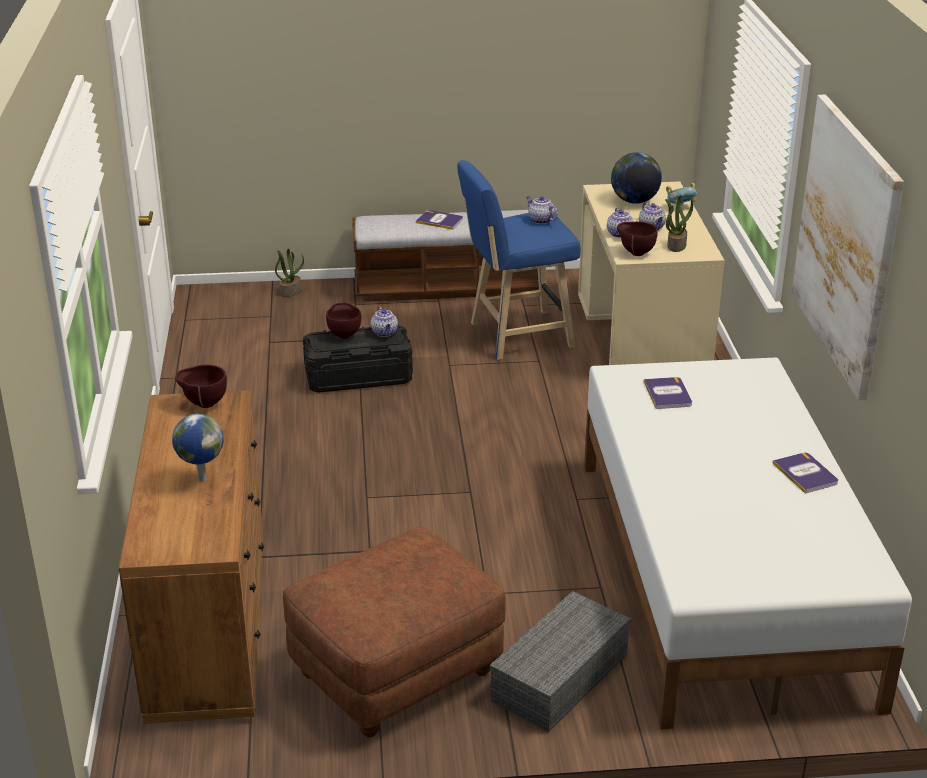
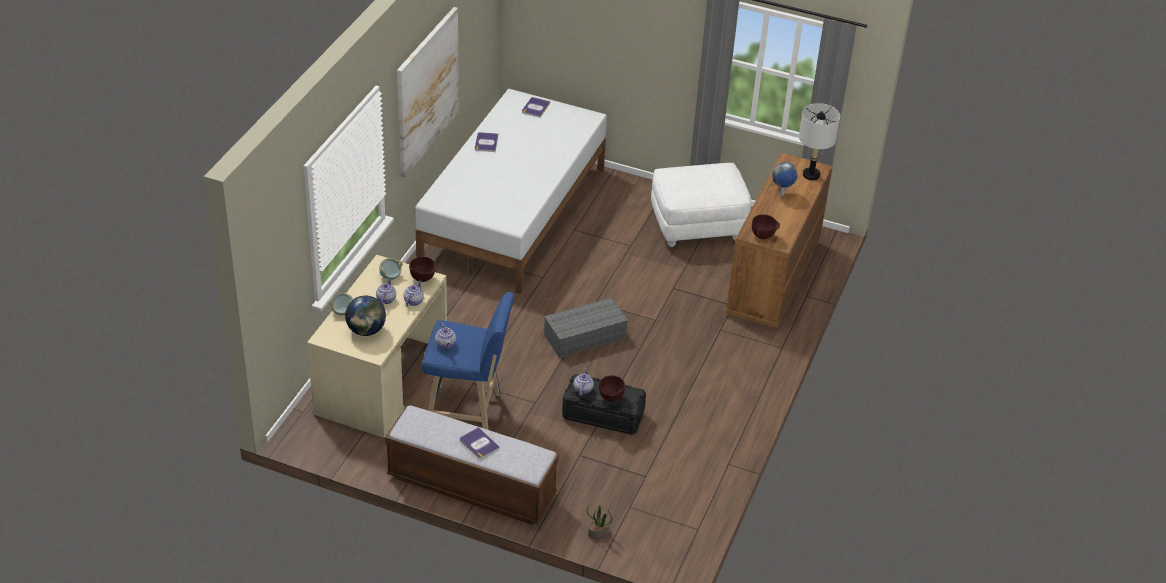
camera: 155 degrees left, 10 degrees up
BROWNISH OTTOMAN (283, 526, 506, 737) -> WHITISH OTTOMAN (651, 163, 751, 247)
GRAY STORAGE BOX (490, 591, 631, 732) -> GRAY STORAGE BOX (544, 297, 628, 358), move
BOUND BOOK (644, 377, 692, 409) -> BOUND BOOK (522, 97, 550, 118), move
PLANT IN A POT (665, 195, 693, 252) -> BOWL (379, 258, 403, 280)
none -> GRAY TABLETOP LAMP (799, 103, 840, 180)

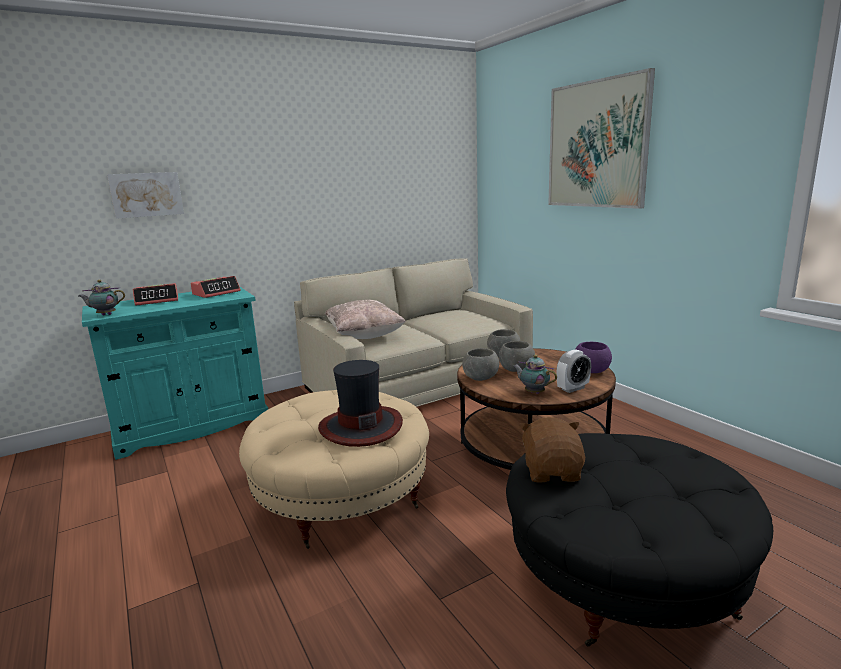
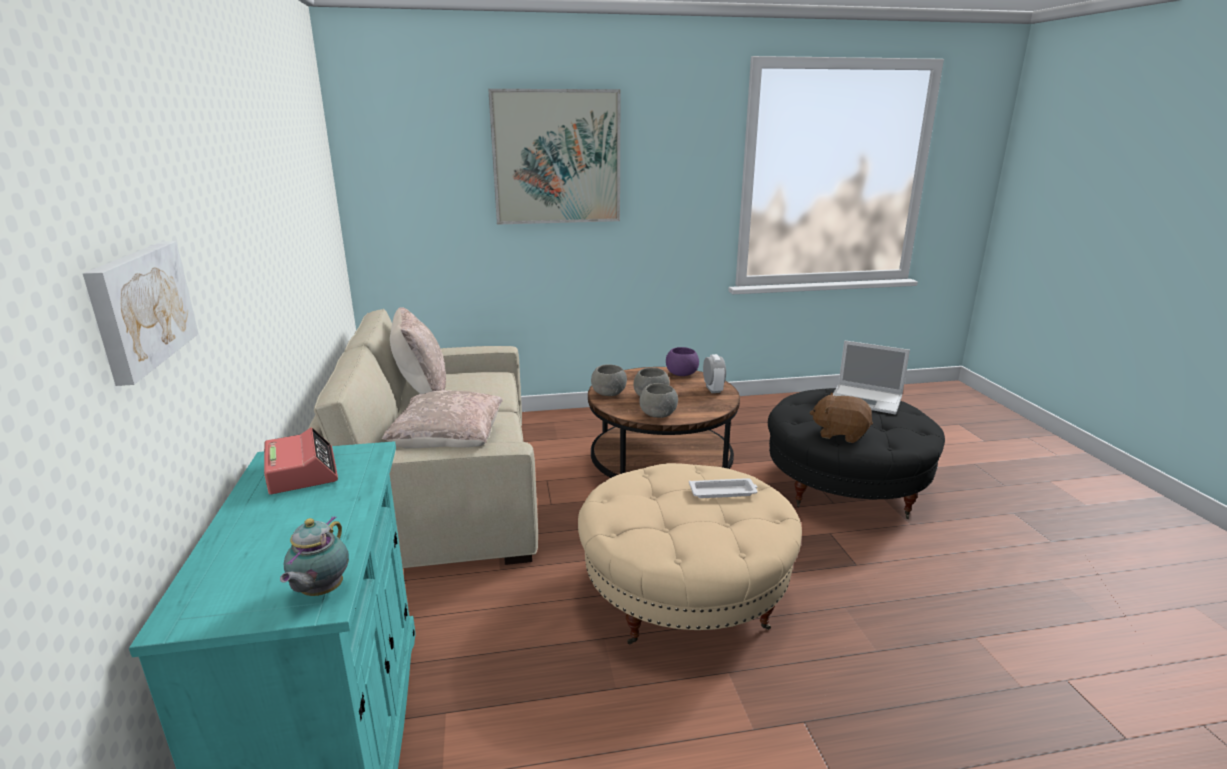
camera: 70 degrees left, 5 degrees up
TABLE CLOCK (133, 283, 178, 306) -> none
WEARABLE HAT (318, 360, 403, 447) -> WHITISH TRAY (689, 478, 757, 498)
POT FOR TEA (513, 355, 557, 394) -> none
none -> BEIGE THROW PILLOW (390, 307, 446, 394)
none -> PORTABLE COMPUTER (833, 341, 910, 415)

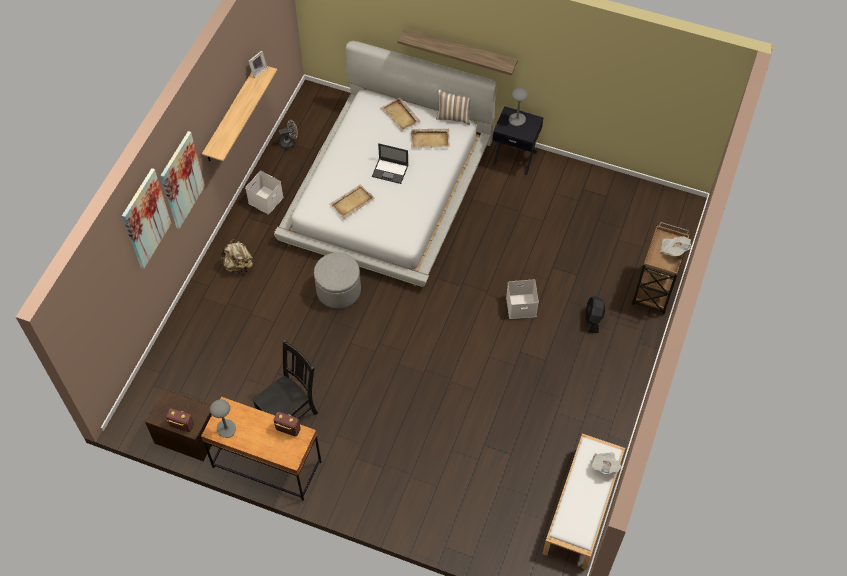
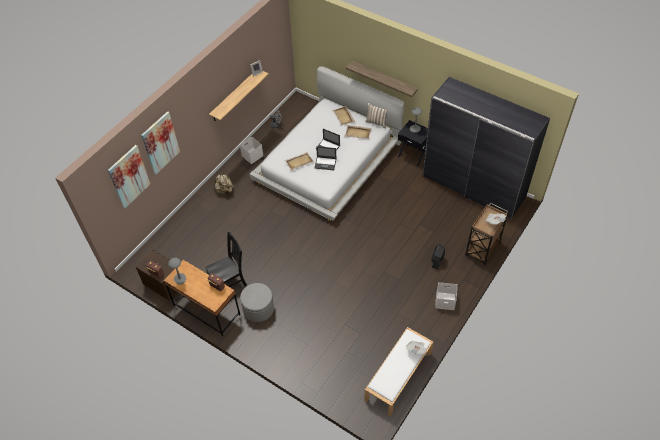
camera: 15 degrees right, 5 degrees down
WALL ART (161, 131, 205, 229) -> WALL ART (108, 145, 150, 208), move
GRAY OTTOMAN (314, 252, 361, 309) -> GRAY OTTOMAN (240, 283, 274, 322), move
WHITISH STORAGE BOX (506, 279, 539, 319) -> WHITISH STORAGE BOX (435, 282, 457, 310), move
none -> PORTABLE COMPUTER (315, 146, 337, 170)
none -> GRAY ARMOIRE (422, 77, 550, 219)

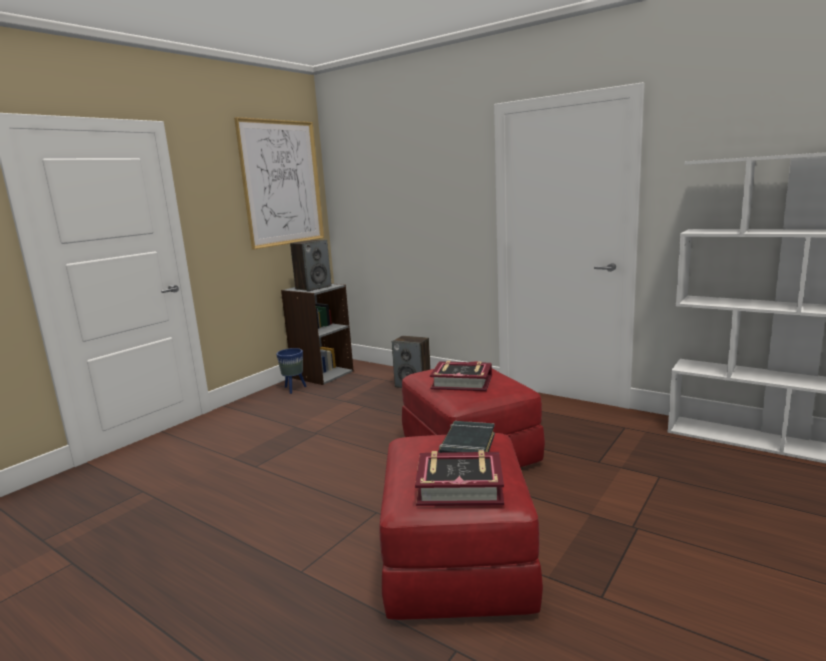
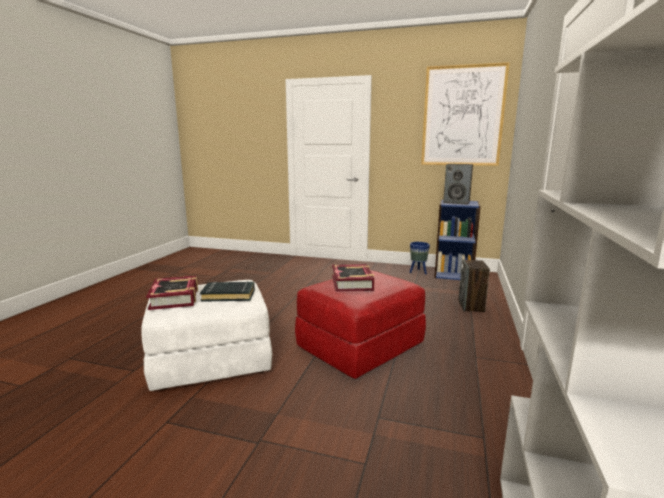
camera: 70 degrees right, 0 degrees up
GRAY BOOKCASE (281, 283, 354, 385) -> BLUISH BOOKCASE (435, 200, 481, 280)
REDDISH OTTOMAN (380, 433, 543, 620) -> WHITISH OTTOMAN (141, 280, 272, 391)

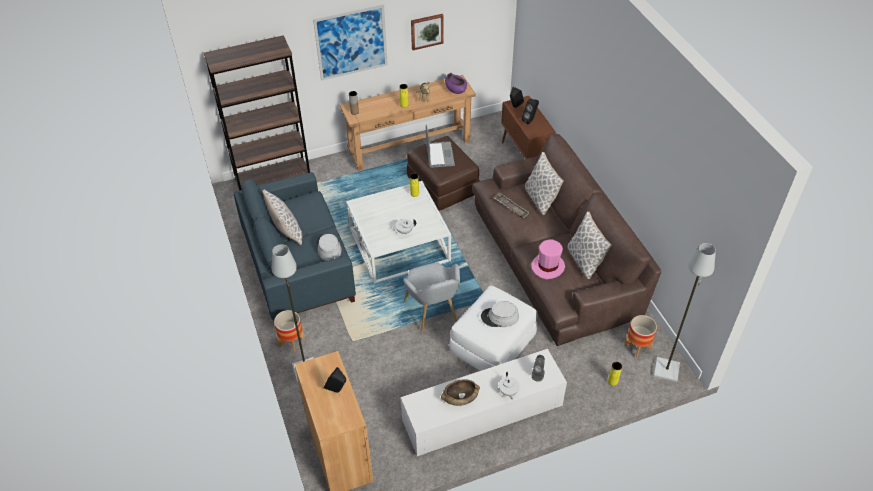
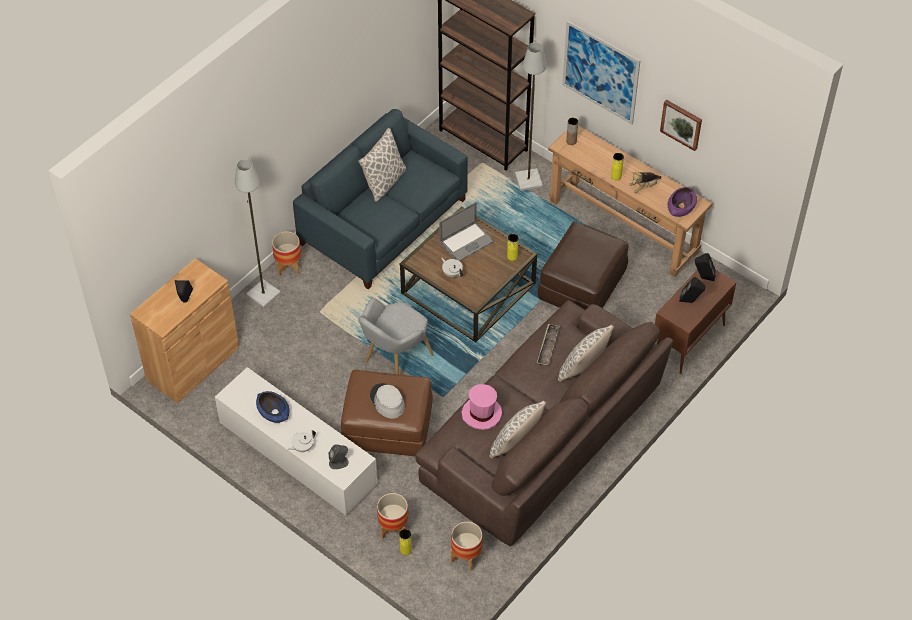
camera: 60 degrees right, 5 degrees up
GRAY WEARABLE HAT (317, 234, 342, 261) -> none
WHITISH LOUNGE TABLE (346, 181, 451, 284) -> BROWNISH LOUNGE TABLE (400, 207, 537, 342)
PORTABLE COMPUTER (426, 125, 455, 168) -> PORTABLE COMPUTER (439, 202, 494, 261), move
BROWNISH BOWL (441, 379, 480, 406) -> BLUISH BOWL (256, 391, 290, 423)
WHITISH OTTOMAN (449, 285, 537, 371) -> BROWNISH OTTOMAN (341, 370, 433, 456)
GRAY STANDING LAMP (654, 243, 716, 382) -> GRAY STANDING LAMP (515, 42, 546, 191), move
none -> PLANT POT (377, 493, 408, 539)

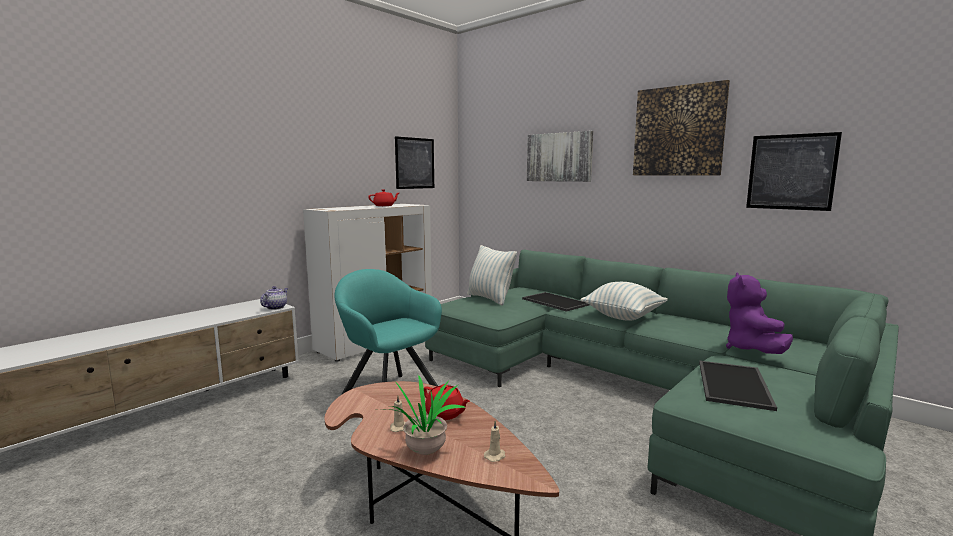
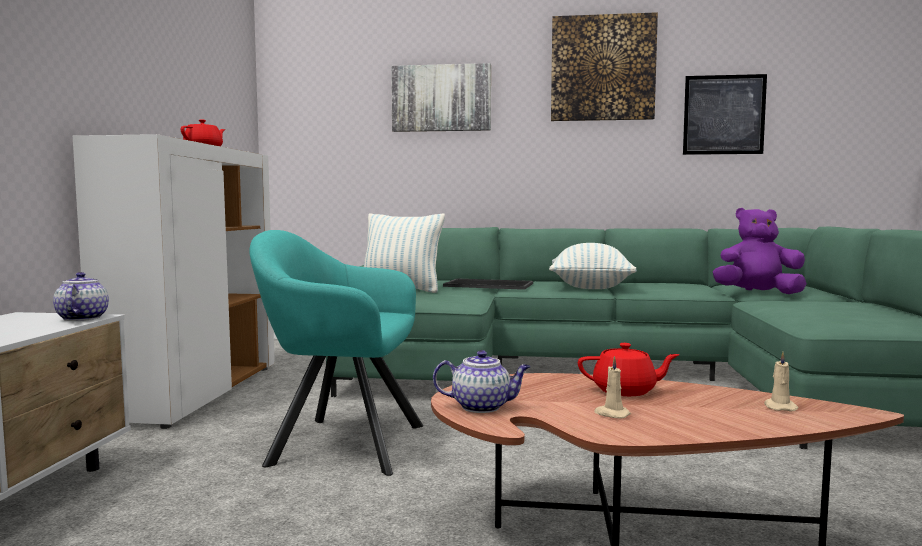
camera: 35 degrees left, 5 degrees down
PLANT IN A POT (387, 375, 465, 455) -> none
WALL ART (395, 136, 434, 189) -> none
TRAY (699, 361, 777, 411) -> none
PURPLE PLUSH TOY (726, 272, 793, 354) -> PURPLE PLUSH TOY (713, 208, 807, 294), 120 degrees clockwise
none -> POT FOR TEA (433, 350, 530, 413)

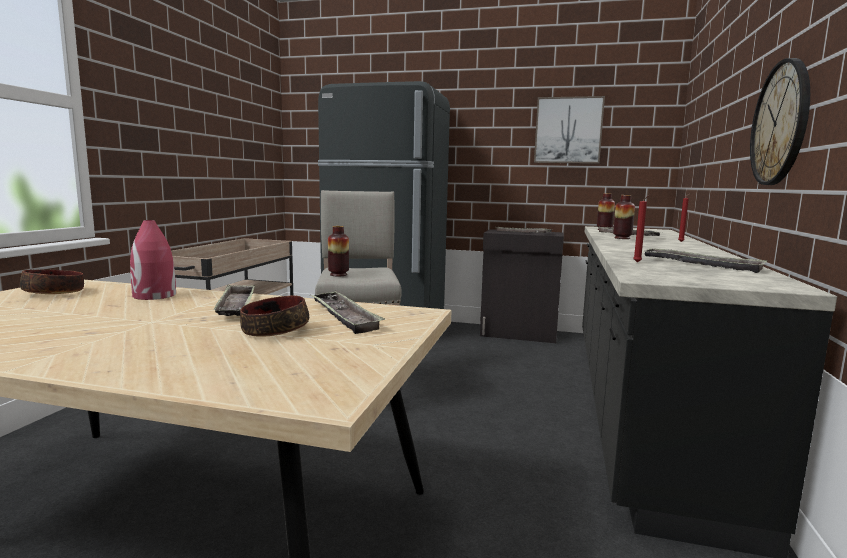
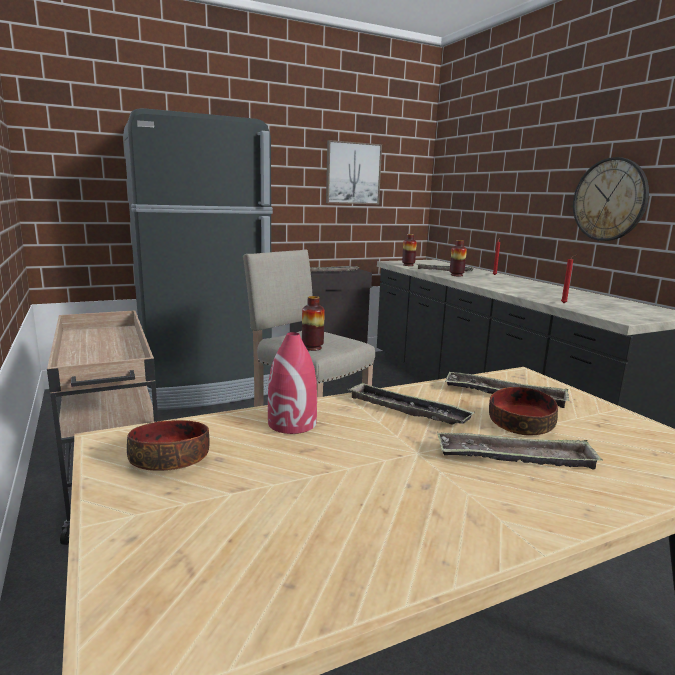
camera: 40 degrees left, 5 degrees up
TRAY (642, 248, 768, 273) -> TRAY (437, 433, 603, 469), move

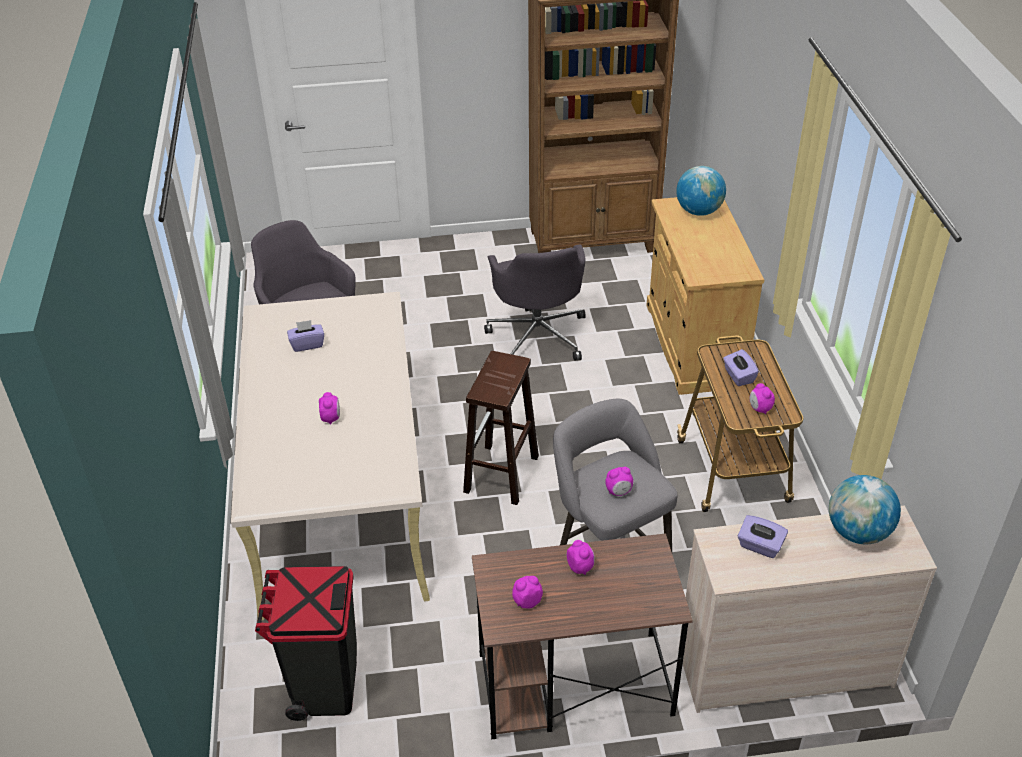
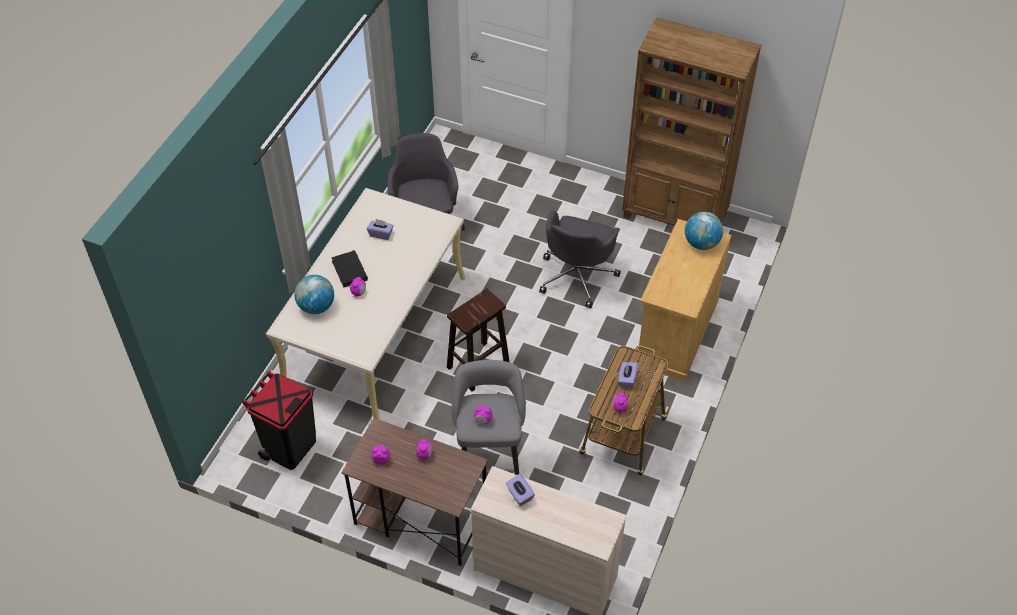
camera: 30 degrees right, 10 degrees up
WORLD GLOBE (829, 475, 901, 544) -> WORLD GLOBE (294, 275, 334, 314), move
none -> BLACK BOUND BOOK (331, 250, 368, 287)

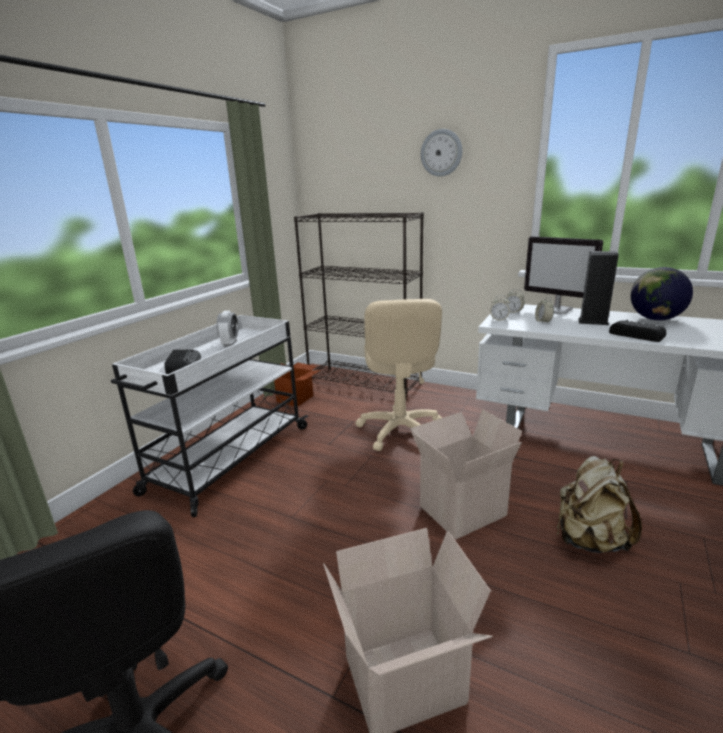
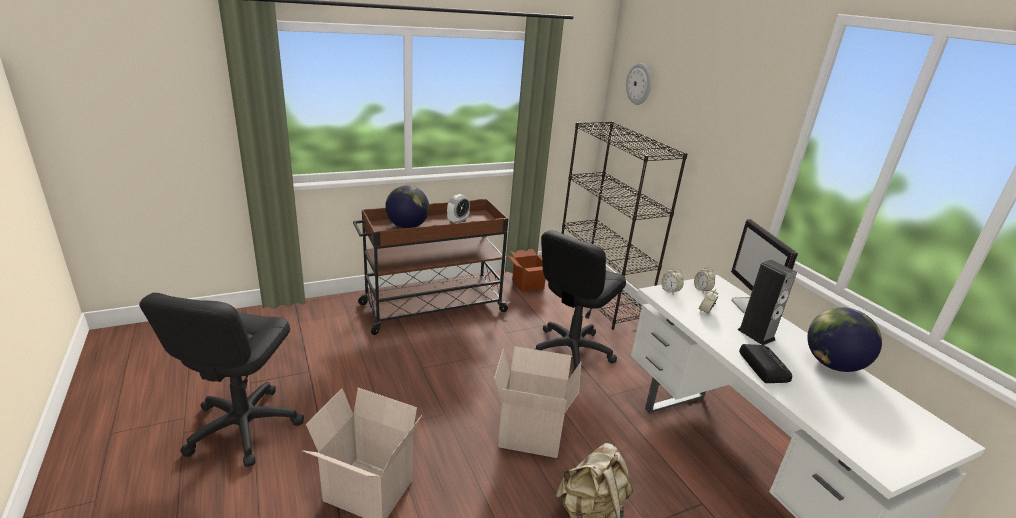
camera: 35 degrees right, 5 degrees up
WHITISH TROLLEY (111, 315, 308, 517) -> BROWNISH TROLLEY (353, 199, 510, 335)
RADIO SET (165, 350, 201, 374) -> WORLD GLOBE (385, 185, 429, 228)
BEIGE COMPUTER CHAIR (355, 299, 442, 451) -> BLACK COMPUTER CHAIR (535, 230, 626, 375)
CLOCK ON THE WALL (421, 129, 462, 177) -> CLOCK ON THE WALL (626, 63, 651, 105), move

